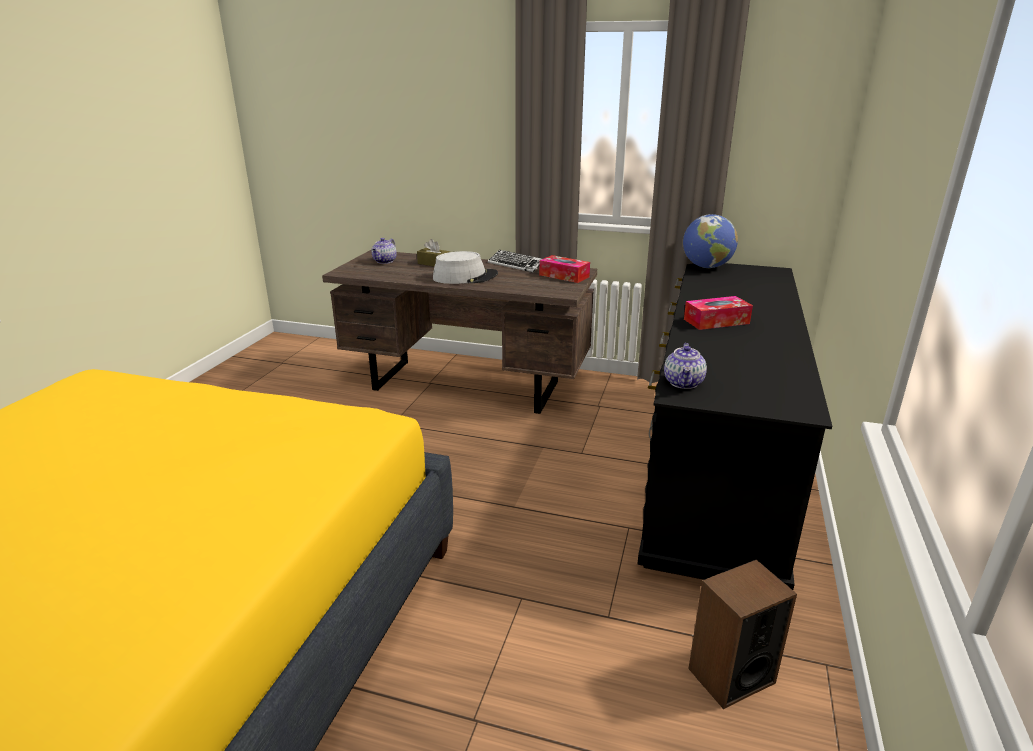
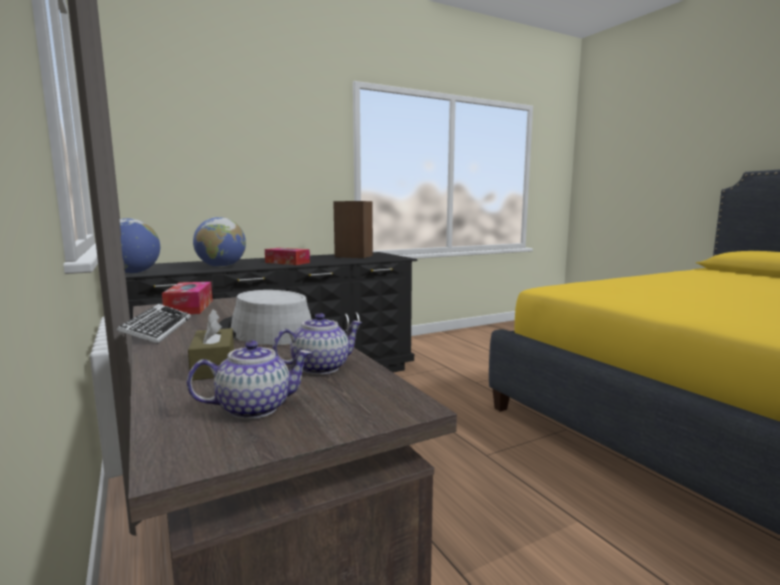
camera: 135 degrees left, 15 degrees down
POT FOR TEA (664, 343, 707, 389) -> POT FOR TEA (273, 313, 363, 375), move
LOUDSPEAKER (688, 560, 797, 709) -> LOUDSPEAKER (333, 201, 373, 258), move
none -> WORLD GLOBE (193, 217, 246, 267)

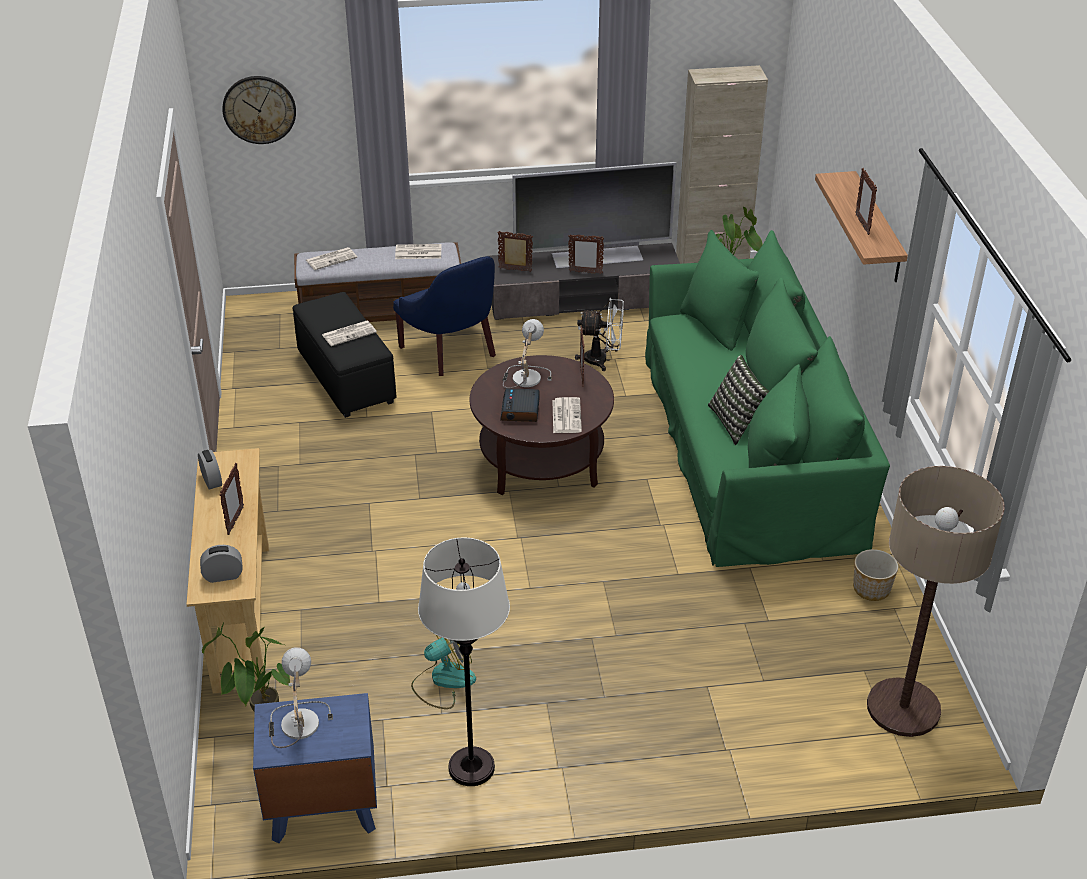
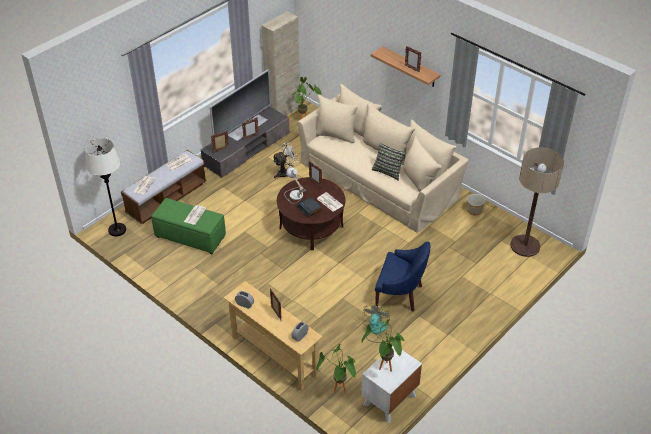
camera: 40 degrees left, 5 degrees up
CLOCK ON THE WALL (223, 76, 296, 144) -> none
BLUISH NIGHTSTAND (253, 693, 377, 843) -> WHITISH NIGHTSTAND (361, 346, 422, 423)
TABLETOP LAMP (269, 647, 333, 748) -> PLANT IN A POT (361, 319, 405, 372)
BLACK OTTOMAN (293, 292, 397, 418) -> GREENISH OTTOMAN (151, 198, 226, 254)
BLUISH LOUNGE CHAIR (393, 256, 496, 376) -> BLUISH LOUNGE CHAIR (375, 241, 430, 312), move
WHITISH STANDING LAMP (418, 537, 510, 786) -> WHITISH STANDING LAMP (85, 138, 126, 236), move
GREENISH SOFA (645, 230, 890, 567) -> BEIGE SOFA (298, 84, 469, 233)

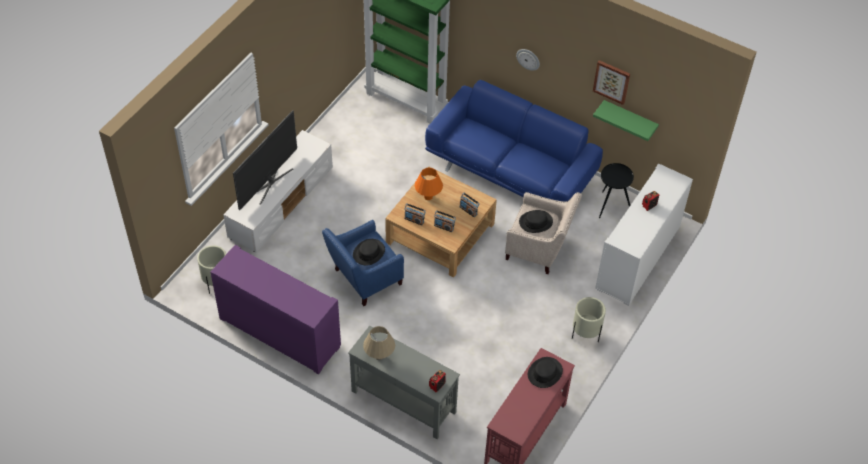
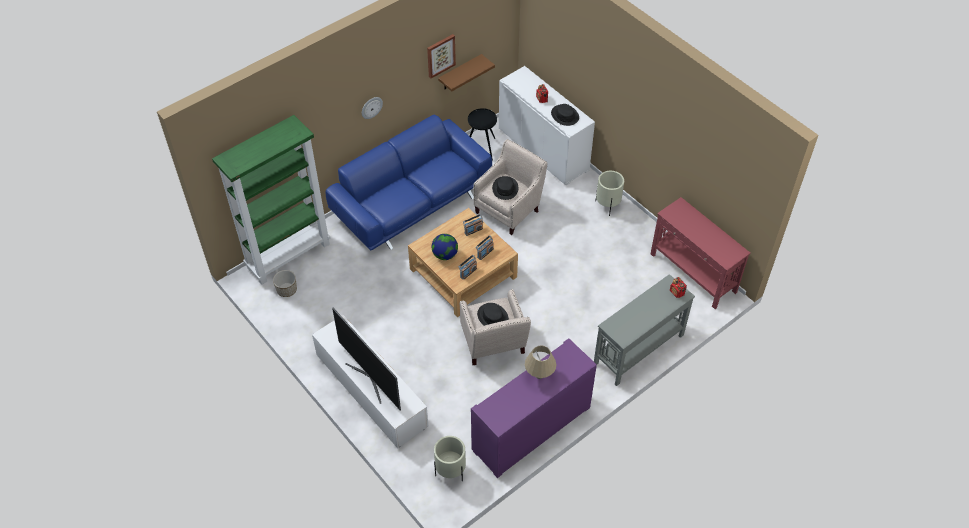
camera: 70 degrees left, 0 degrees up
BLUISH LOUNGE CHAIR (322, 220, 404, 306) -> BEIGE LOUNGE CHAIR (460, 289, 531, 365)
BEIGE TABLETOP LAMP (363, 326, 395, 360) -> BEIGE TABLETOP LAMP (525, 346, 556, 379), move
ORANGE-COLOURED TABLETOP LAMP (415, 168, 443, 200) -> WORLD GLOBE (431, 234, 458, 260)
BLACK WEARABLE HAT (528, 357, 563, 388) -> BLACK WEARABLE HAT (551, 104, 579, 126), move
GREENISH WALL SHELF (593, 100, 659, 141) -> BROWNISH WALL SHELF (438, 54, 495, 92)
none -> PLANT POT (273, 270, 297, 297)

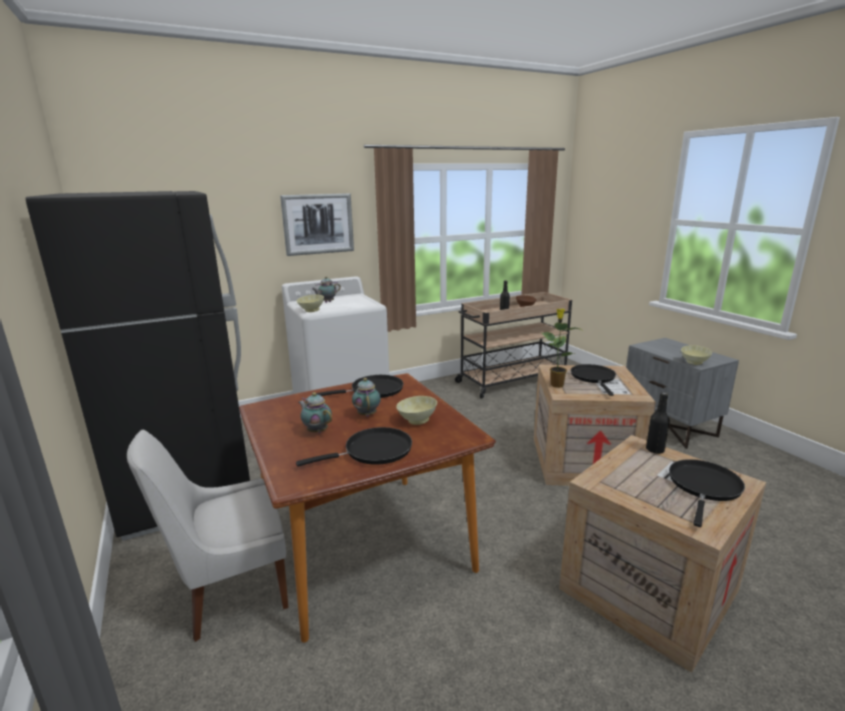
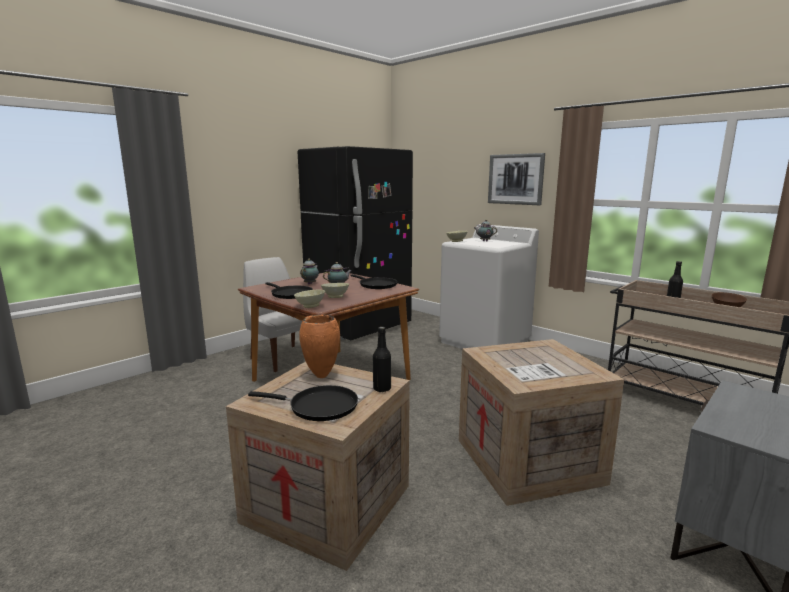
camera: 70 degrees right, 5 degrees down
PLANT IN A POT (542, 308, 582, 388) -> none
BLACK PAN (571, 364, 616, 396) -> none
BEIGE BOWL (681, 345, 712, 365) -> BEIGE BOWL (294, 290, 325, 308), move
none -> ORANGE-COLOURED VASE (299, 314, 340, 378)

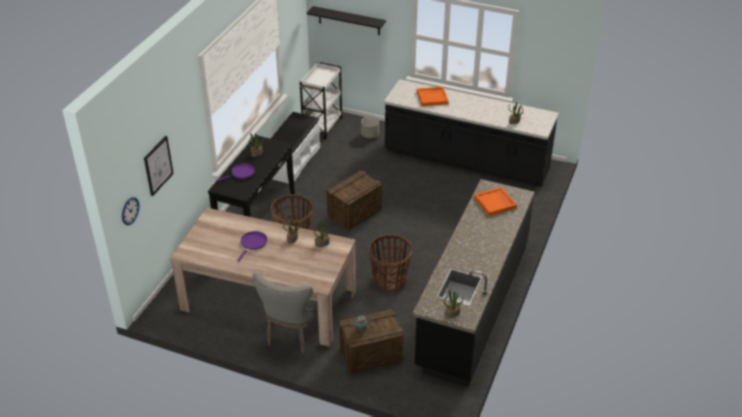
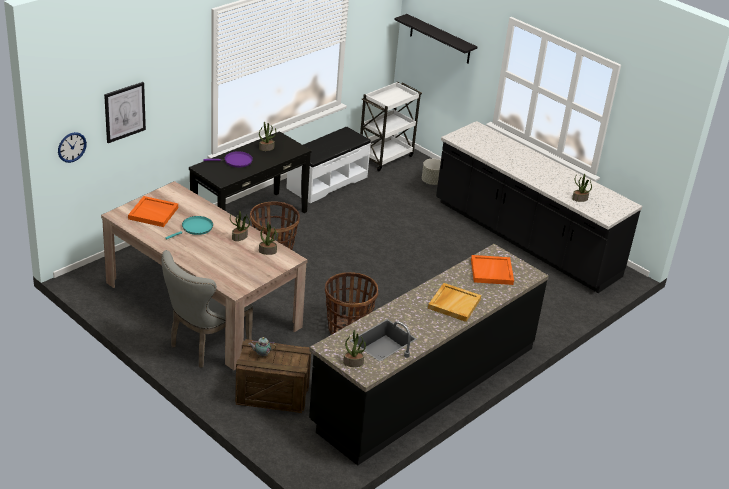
camera: 20 degrees right, 5 degrees down
PURPLE PAN (237, 231, 267, 261) -> TURQUOISE PAN (165, 216, 213, 239)
SHIPPING CRATE (326, 171, 382, 231) -> none
ORANGE-COLOURED TRAY (417, 87, 449, 106) -> ORANGE-COLOURED TRAY (128, 196, 178, 227), move
none -> BEIGE TRAY (428, 283, 481, 322)

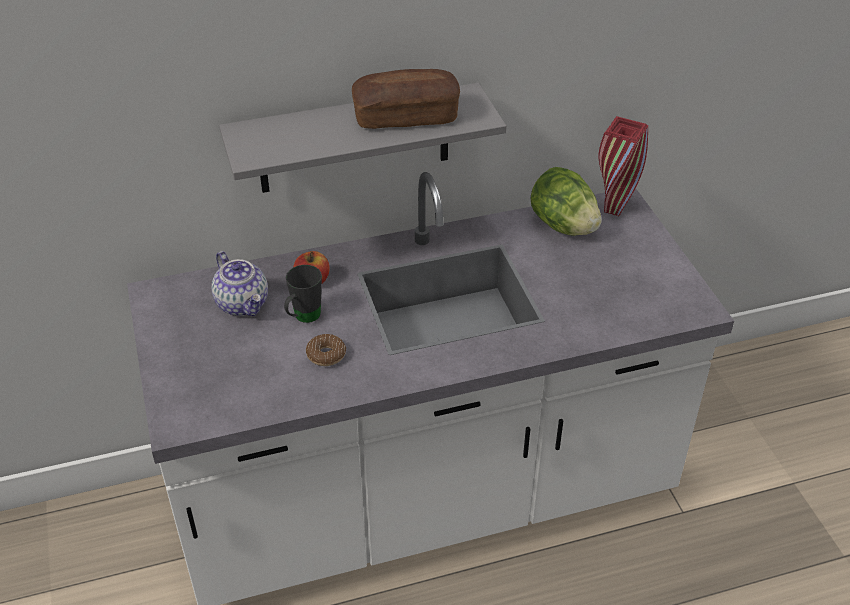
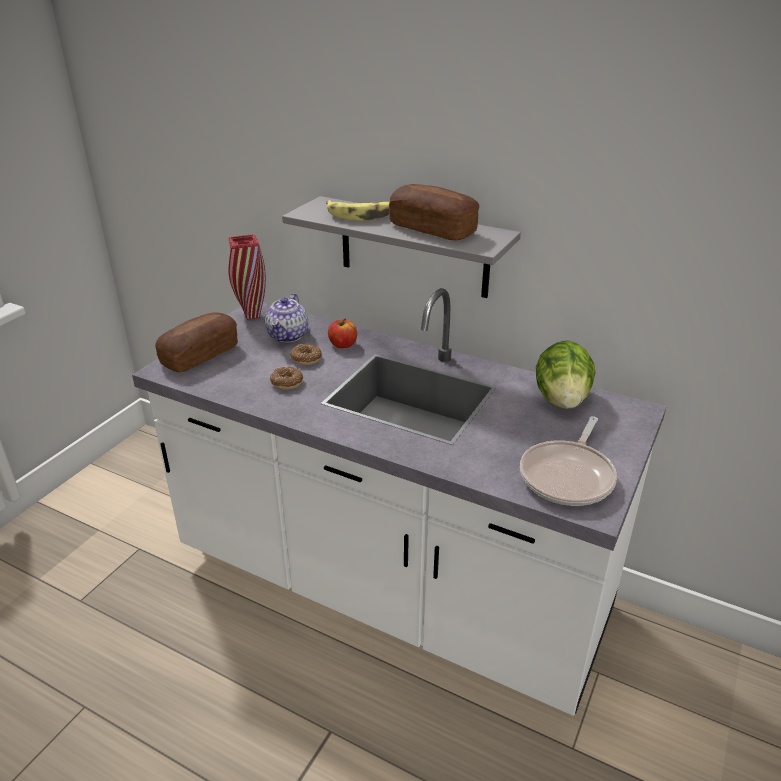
camera: 45 degrees right, 10 degrees down
BLACK MUG (284, 265, 322, 323) -> DONUT (290, 344, 322, 365)
REDDISH VASE (599, 116, 648, 216) -> REDDISH VASE (228, 234, 266, 320), move
none -> BAKED BREAD (155, 312, 238, 372)
none -> BANANA FRUIT (326, 200, 389, 221)
none -> PAN (520, 416, 617, 506)

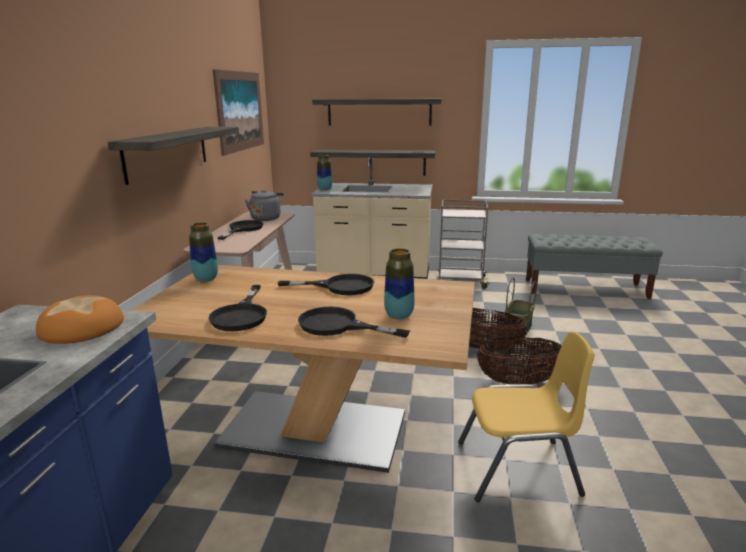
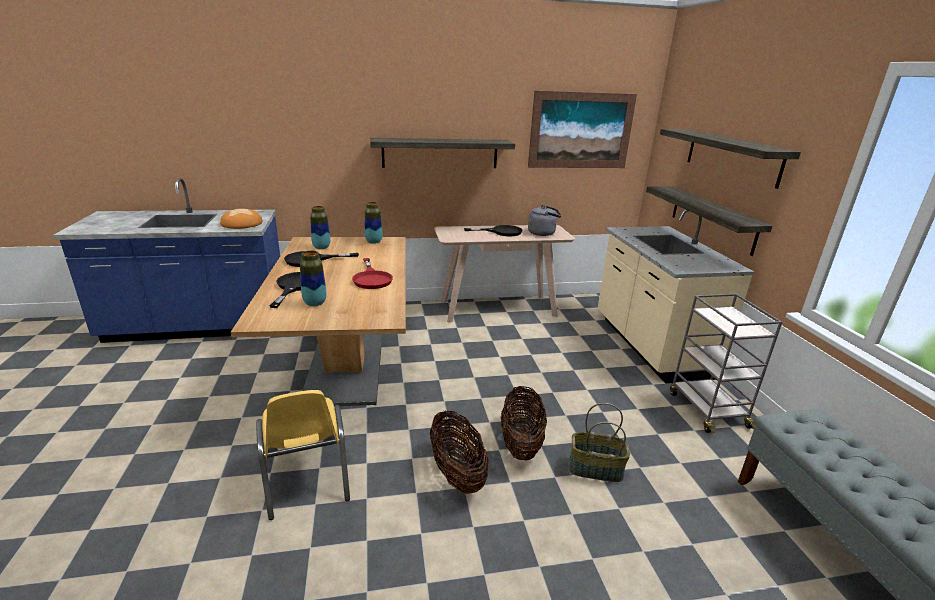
camera: 70 degrees right, 5 degrees up
BLACK PAN (277, 274, 374, 295) -> REDDISH PAN (352, 258, 393, 289)
VASE (317, 155, 332, 190) -> VASE (310, 206, 330, 249), move

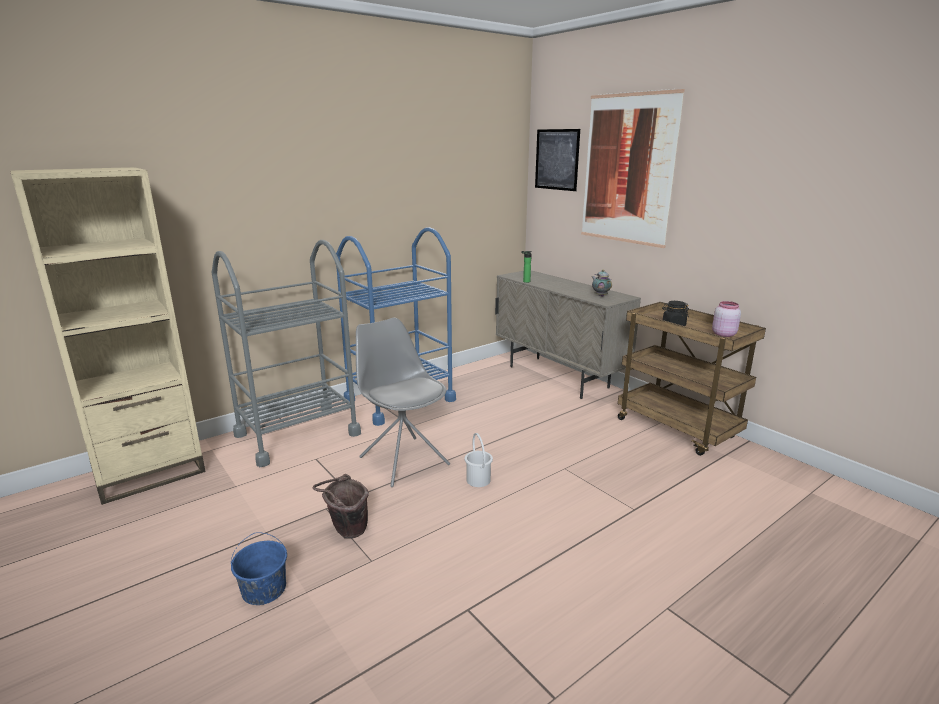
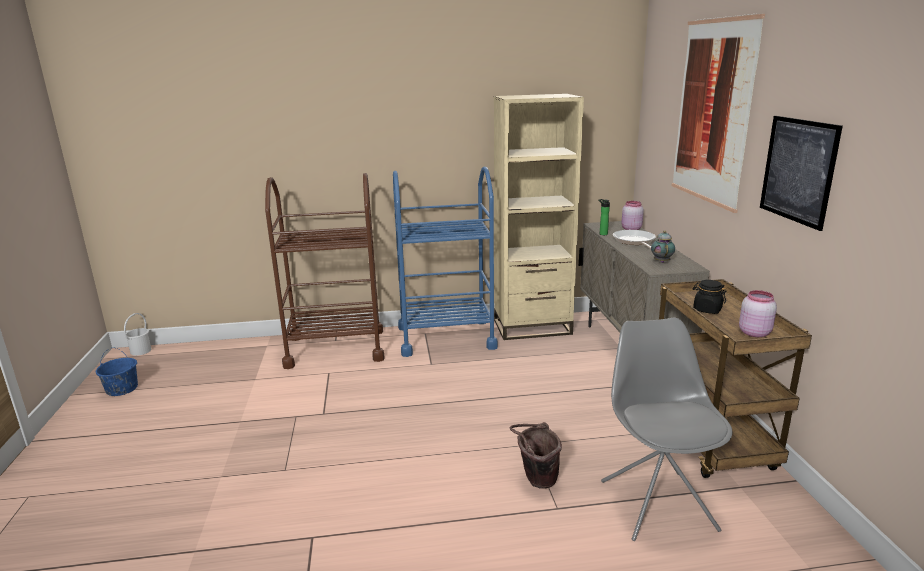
camera: 30 degrees right, 0 degrees up
BEIGE BOOKCASE (11, 167, 206, 505) -> BEIGE BOOKCASE (494, 94, 584, 340), move
GRAY TROLLEY (212, 240, 361, 467) -> BROWNISH TROLLEY (265, 173, 385, 369)
BLUISH BUCKET (231, 532, 287, 605) -> BLUISH BUCKET (96, 347, 138, 396), move
BROWNISH BUCKET (313, 474, 369, 539) -> BROWNISH BUCKET (510, 422, 562, 489), move
GRAY PLAIN CHAIR (356, 318, 450, 487) -> GRAY PLAIN CHAIR (601, 317, 733, 541), move
WHITISH BUCKET (465, 433, 493, 487) -> WHITISH BUCKET (124, 313, 151, 356), move
WALL ART (535, 129, 580, 191) -> WALL ART (760, 116, 843, 231), move
none -> PAN (613, 230, 656, 249)
none -> PINK-COLOURED STORAGE JAR (621, 201, 644, 230)

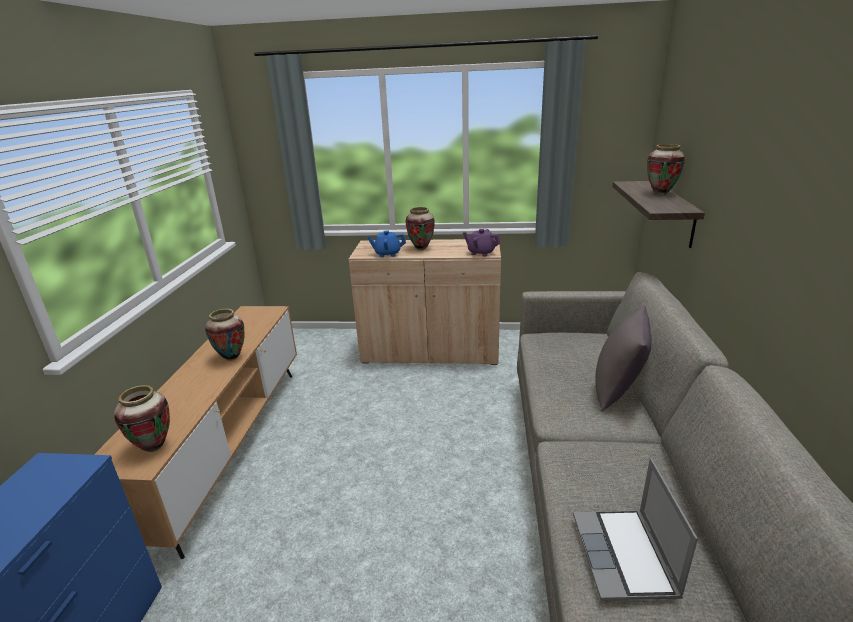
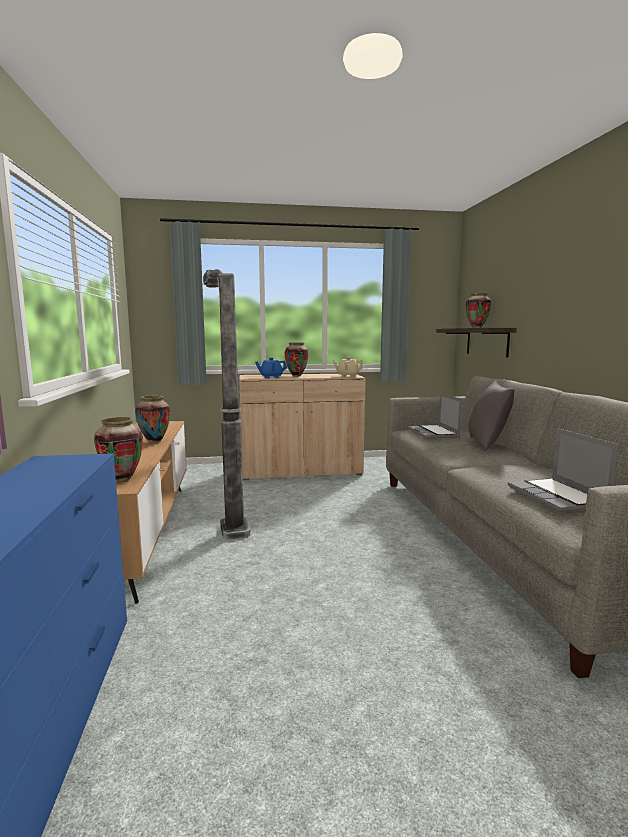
camera: 15 degrees left, 15 degrees down
PURPLE POT FOR TEA (463, 229, 500, 256) -> BEIGE POT FOR TEA (333, 357, 364, 377)
none -> STANDING LAMP (203, 269, 250, 540)
none -> PORTABLE COMPUTER (408, 393, 462, 439)

